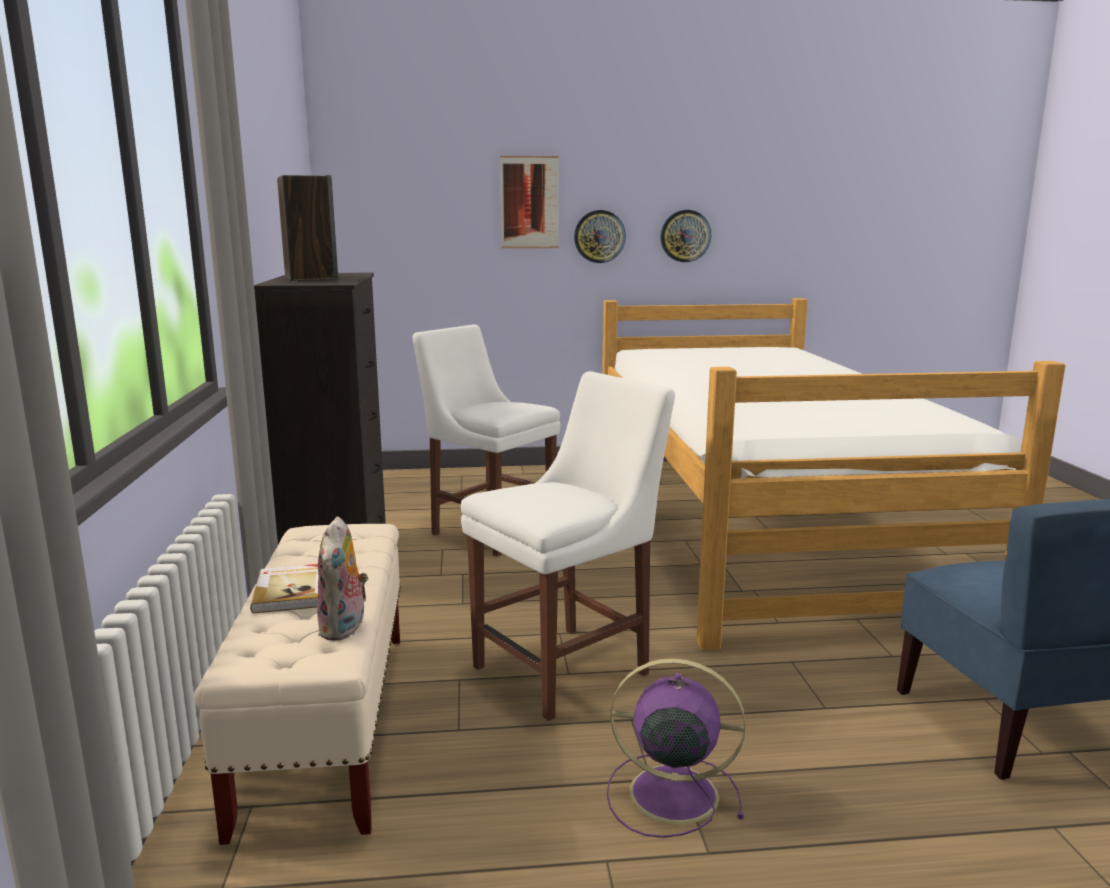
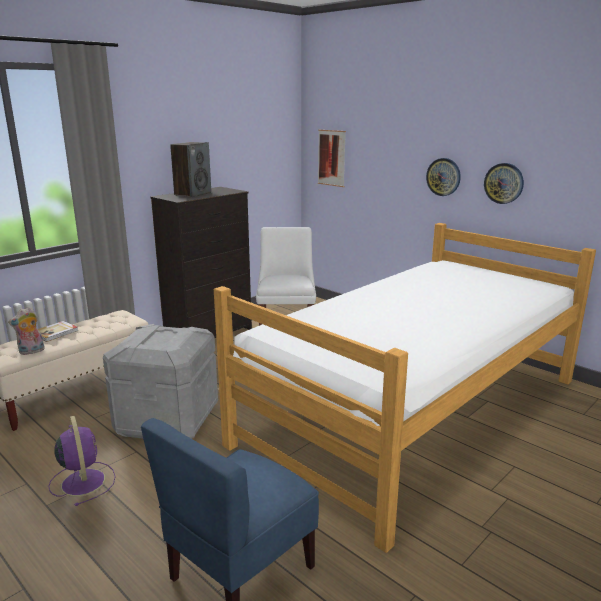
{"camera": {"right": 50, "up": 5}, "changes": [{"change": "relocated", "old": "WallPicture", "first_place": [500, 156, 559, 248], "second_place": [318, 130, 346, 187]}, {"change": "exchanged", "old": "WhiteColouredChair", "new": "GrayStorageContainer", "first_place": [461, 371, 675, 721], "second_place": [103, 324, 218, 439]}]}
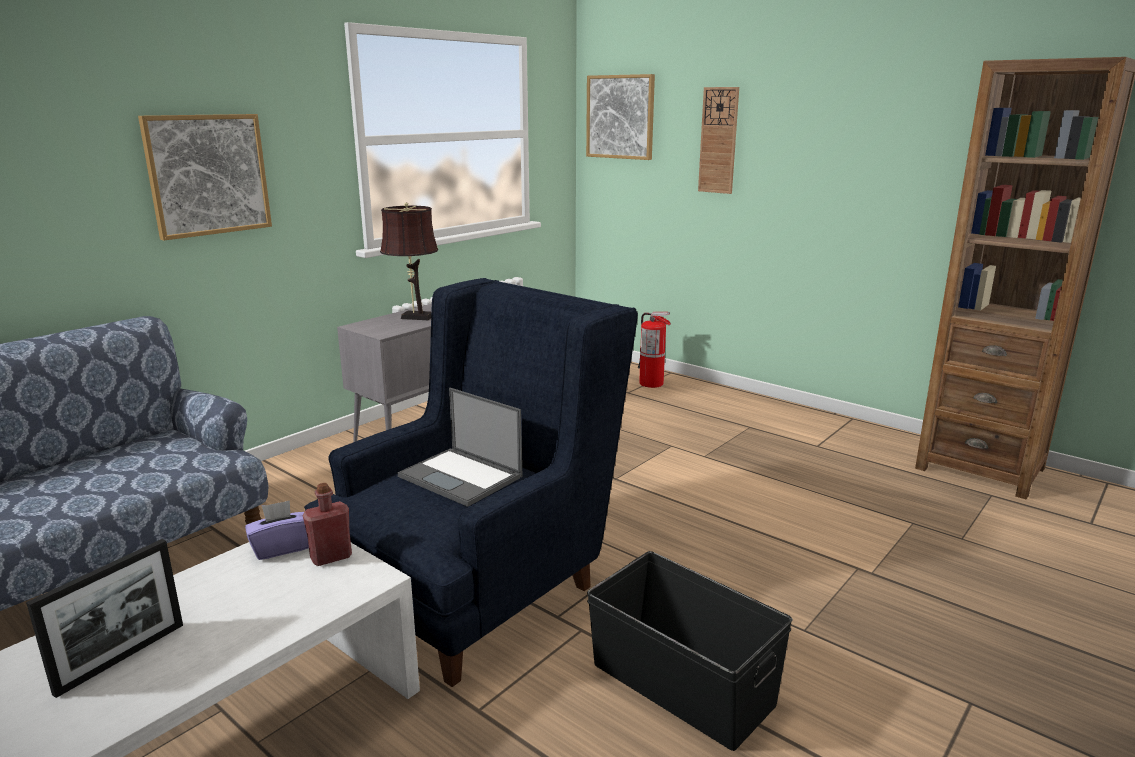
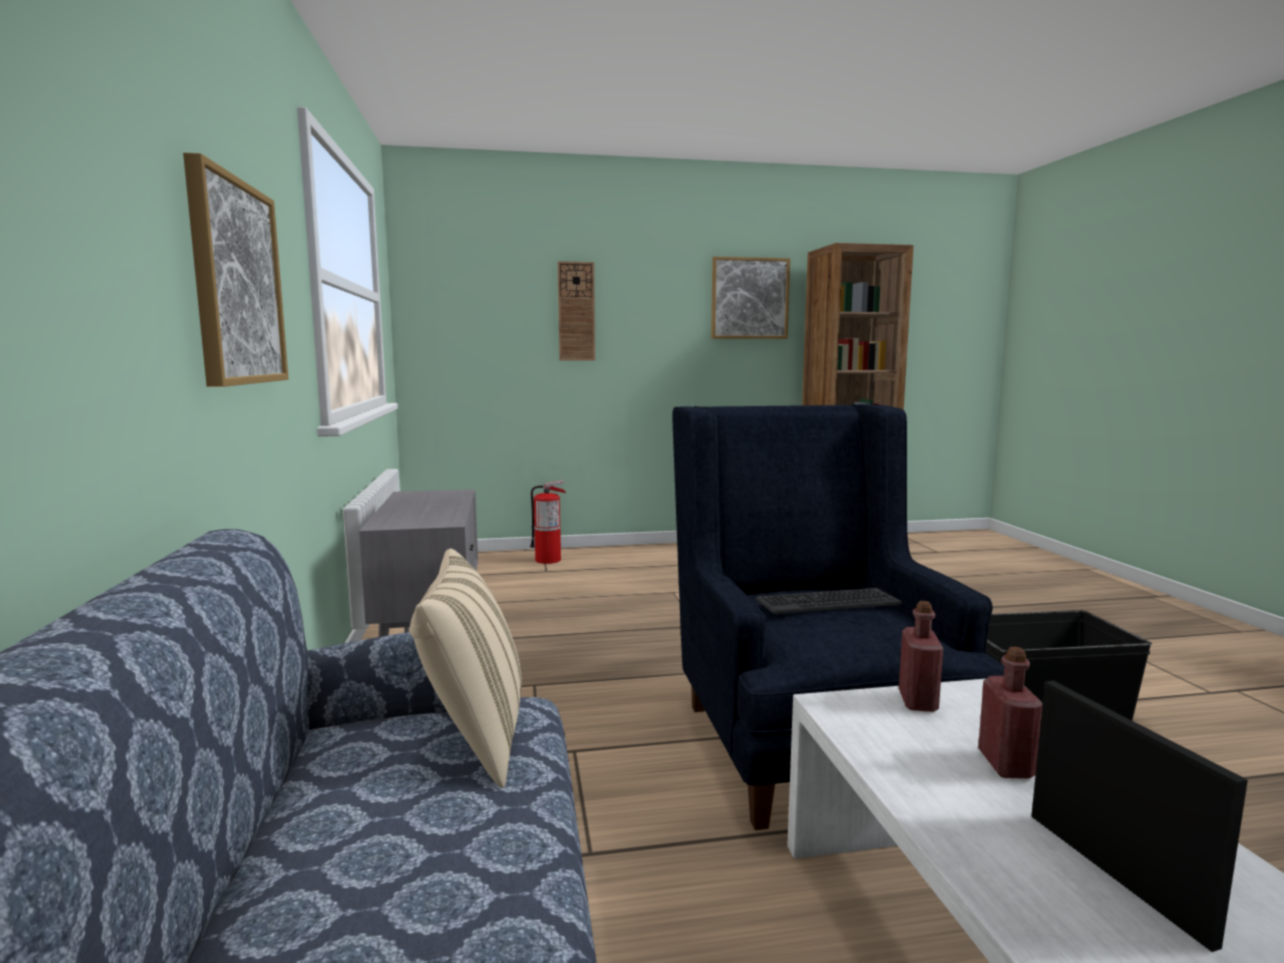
{"camera": {"right": -50, "up": -10}, "changes": [{"change": "relocated", "old": "WallPicture", "first_place": [586, 74, 655, 160], "second_place": [711, 256, 790, 339]}, {"change": "missing", "old": "BrownColouredLampForATable", "first_place": [380, 202, 438, 320]}, {"change": "exchanged", "old": "NotebookComputer", "new": "ComputerKeyboard", "first_place": [397, 388, 522, 507], "second_place": [755, 588, 902, 614]}, {"change": "missing", "old": "PurpleColouredTissueBox", "first_place": [245, 500, 309, 560]}, {"change": "appeared", "new": "SandColouredCushion", "second_place": [410, 548, 522, 788]}, {"change": "appeared", "new": "RedDrinkBottle", "second_place": [978, 647, 1043, 779]}]}
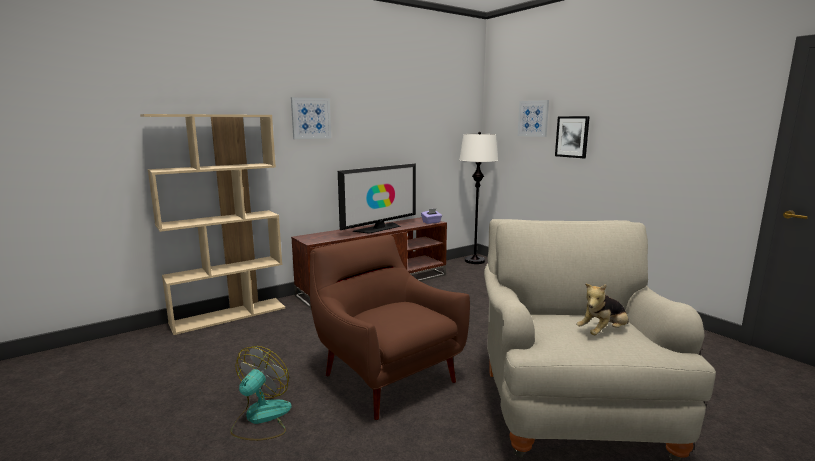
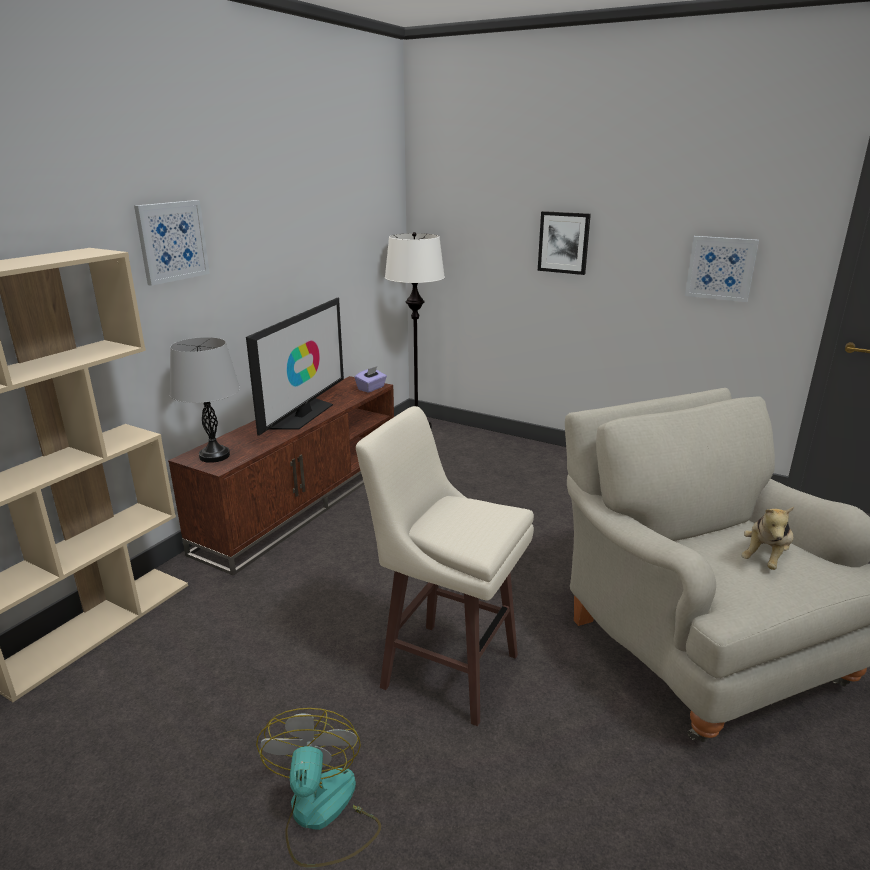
{"camera": {"right": -25, "up": 10}, "changes": [{"change": "relocated", "old": "WallPicture", "first_place": [518, 100, 549, 137], "second_place": [685, 236, 759, 302]}, {"change": "exchanged", "old": "BrownColouredLoungeChair", "new": "SandColouredStoolSeat", "first_place": [310, 235, 470, 420], "second_place": [356, 406, 534, 726]}, {"change": "appeared", "new": "GrayLampForATable", "second_place": [170, 337, 240, 463]}]}
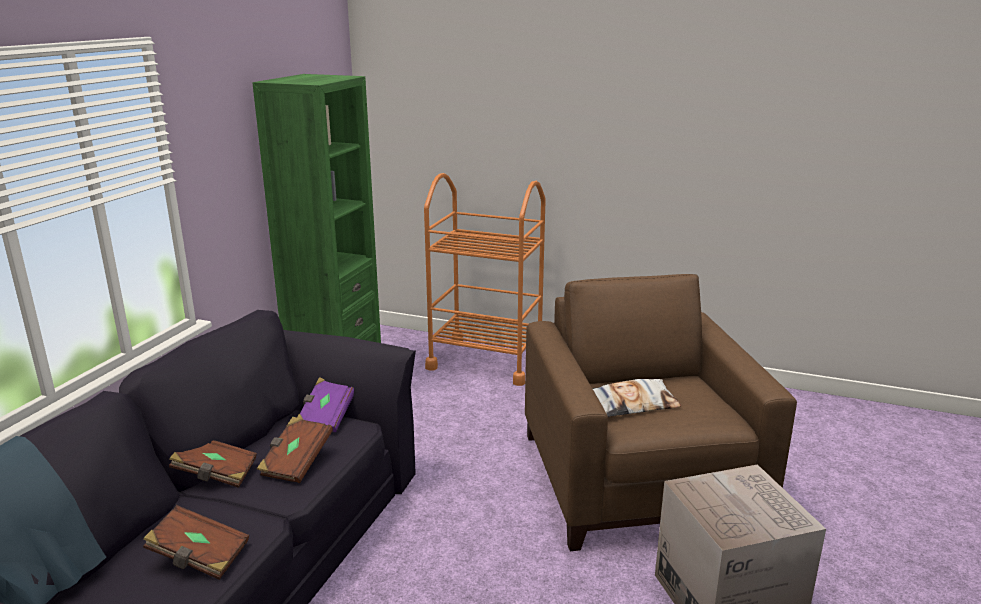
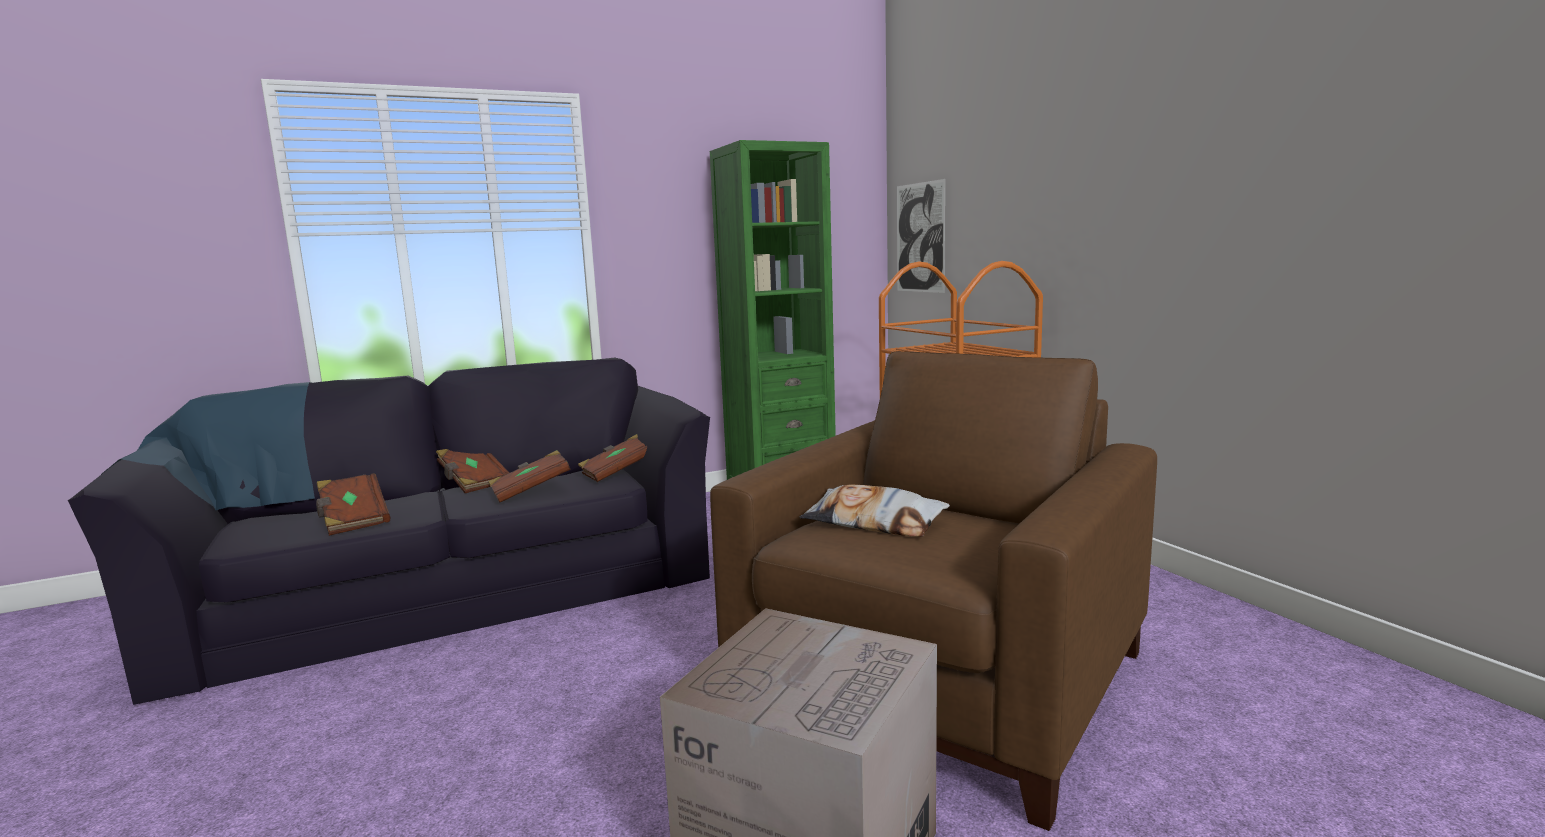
{"camera": {"right": 45, "up": -10}, "changes": [{"change": "colour", "old": "PurpleColouredBoundBook", "new": "BrownColouredBoundBook", "first_place": [297, 377, 354, 432], "second_place": [578, 434, 647, 482]}, {"change": "appeared", "new": "WallPicture", "second_place": [897, 179, 945, 293]}]}
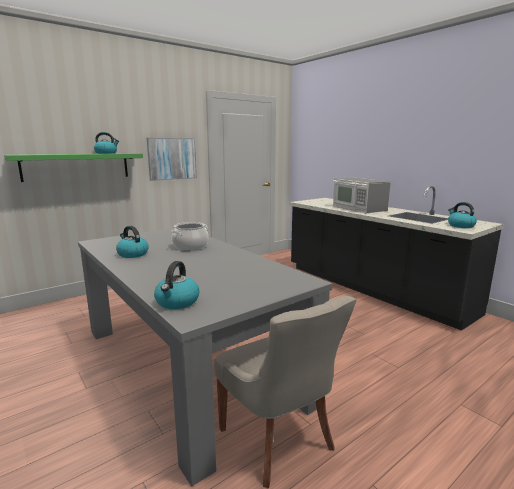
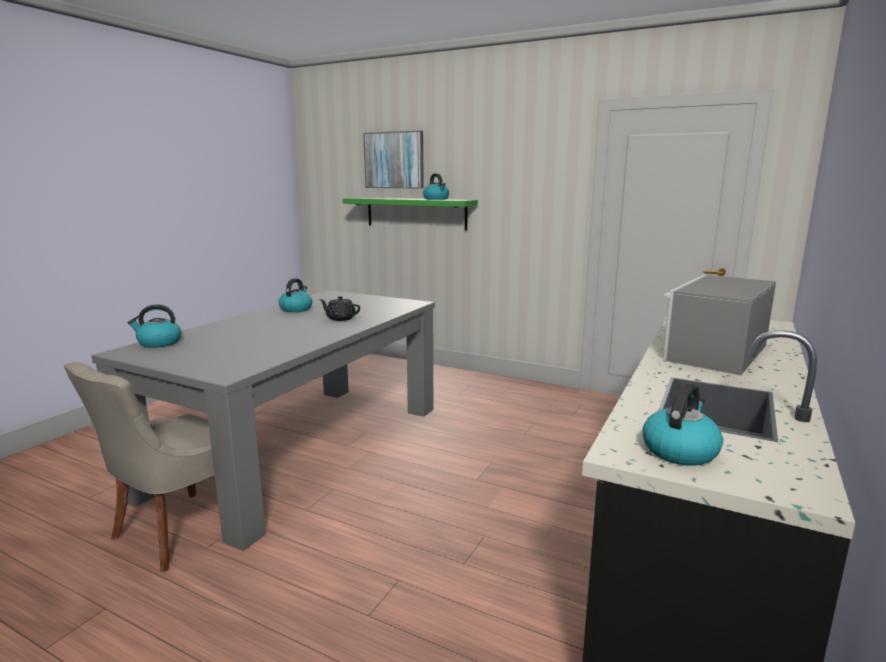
{"camera": {"right": 65, "up": 0}, "changes": [{"change": "relocated", "old": "WallPicture", "first_place": [147, 138, 197, 181], "second_place": [363, 131, 424, 189]}, {"change": "exchanged", "old": "Saucepot", "new": "BlackColouredTeapot", "first_place": [171, 222, 208, 250], "second_place": [319, 296, 360, 321]}]}
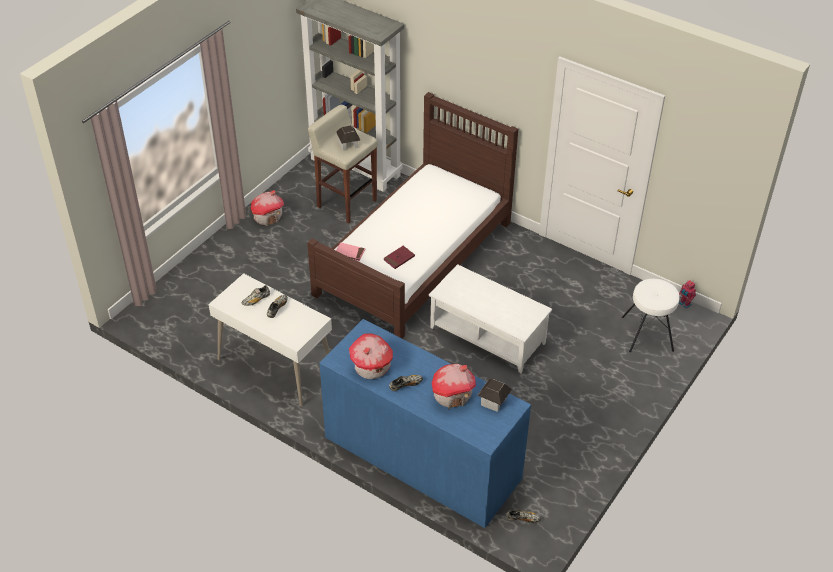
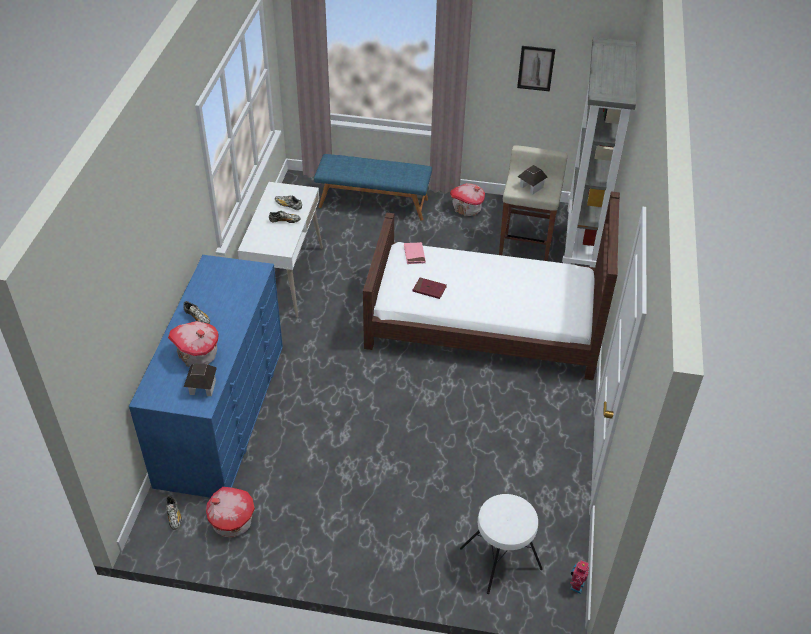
{"camera": {"right": 65, "up": 0}, "changes": [{"change": "missing", "old": "WhiteColouredCoffeeTable", "first_place": [429, 264, 552, 373]}, {"change": "relocated", "old": "MiniatureHouse", "first_place": [349, 333, 393, 379], "second_place": [206, 487, 255, 538]}, {"change": "appeared", "new": "WallPicture", "second_place": [517, 46, 555, 91]}, {"change": "appeared", "new": "BlueColouredLongSeat", "second_place": [314, 154, 432, 221]}]}
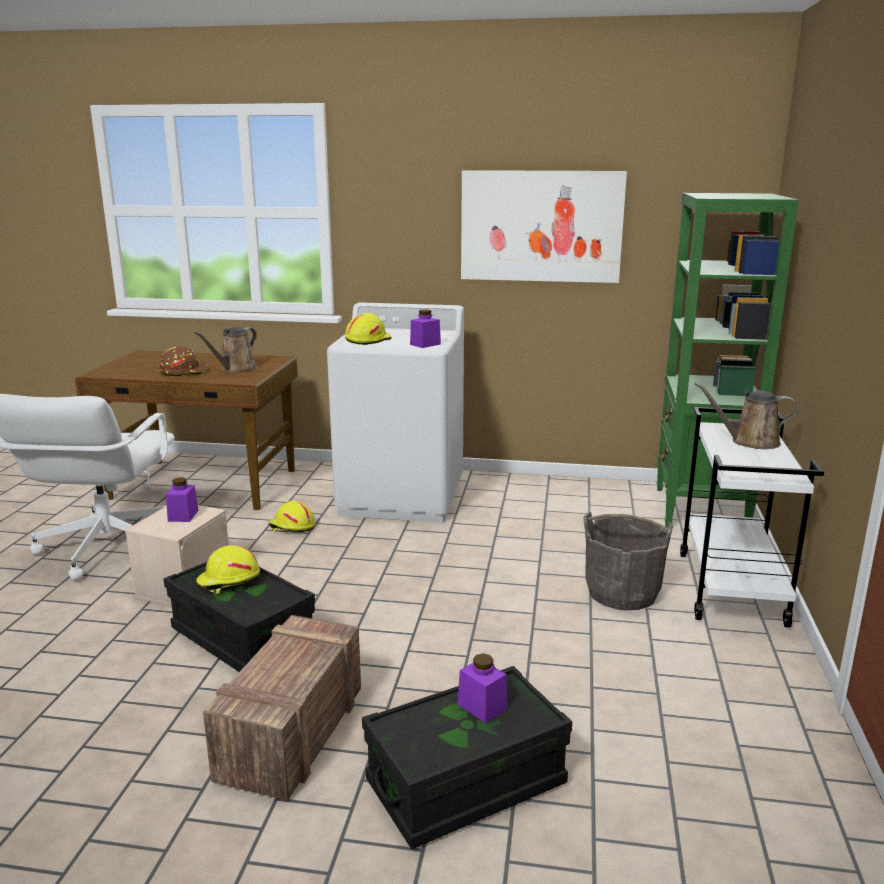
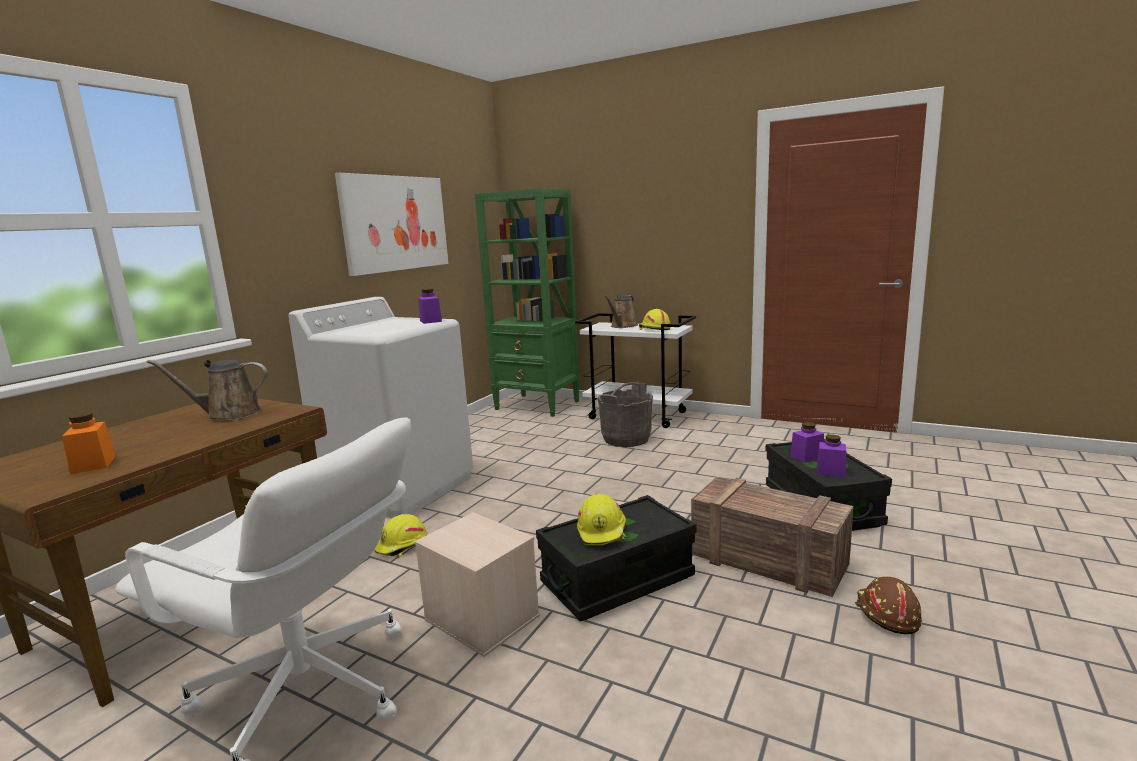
{"camera": {"right": -70, "up": -5}, "changes": [{"change": "relocated", "old": "YellowColouredHardHat", "first_place": [345, 313, 392, 345], "second_place": [639, 309, 671, 330]}, {"change": "spun", "old": "BrownColouredWateringPot", "first_place": [195, 327, 257, 373], "second_place": [147, 360, 268, 421], "degrees": 120}, {"change": "relocated", "old": "BrownColouredHardHat", "first_place": [159, 346, 208, 376], "second_place": [855, 577, 922, 635]}, {"change": "relocated", "old": "PurpleColouredPreserveJar", "first_place": [166, 477, 199, 522], "second_place": [817, 435, 846, 477]}, {"change": "appeared", "new": "OrangeColouredPreserveJar", "second_place": [62, 412, 115, 474]}]}
